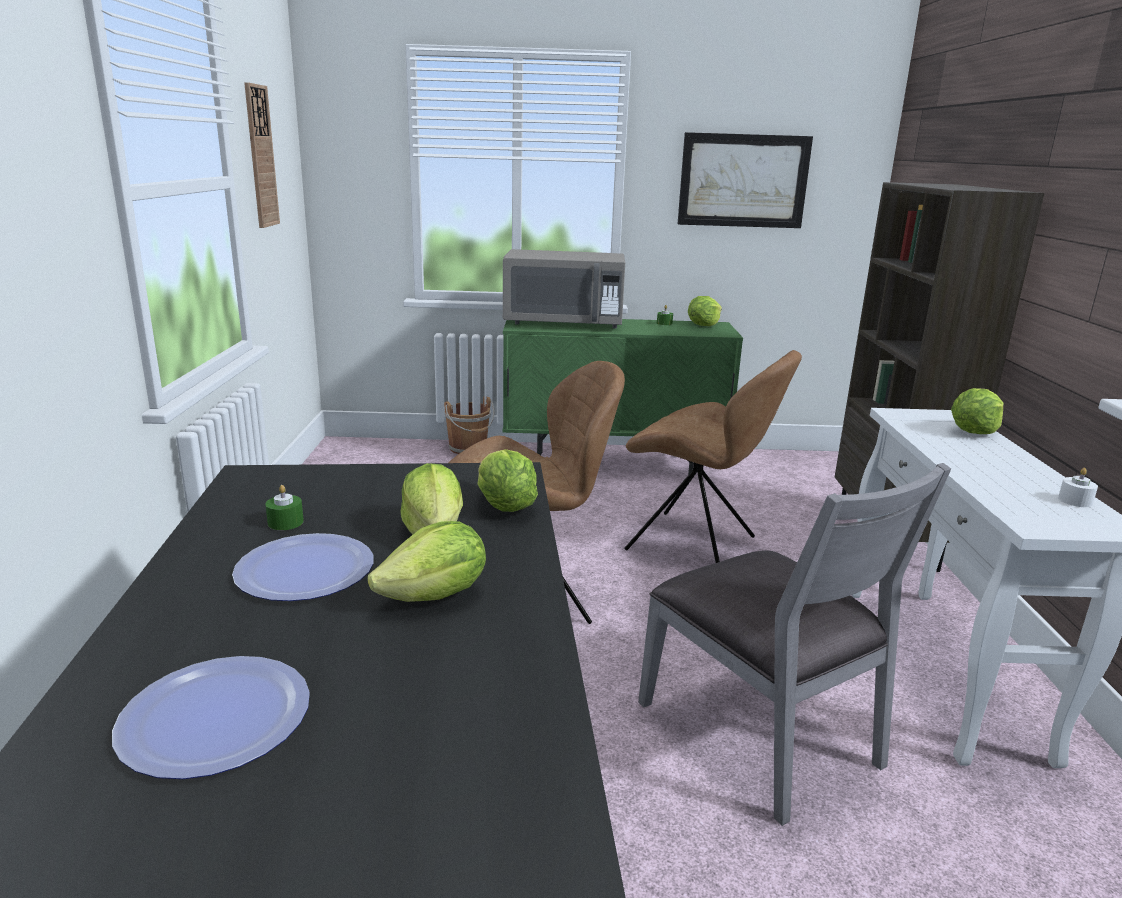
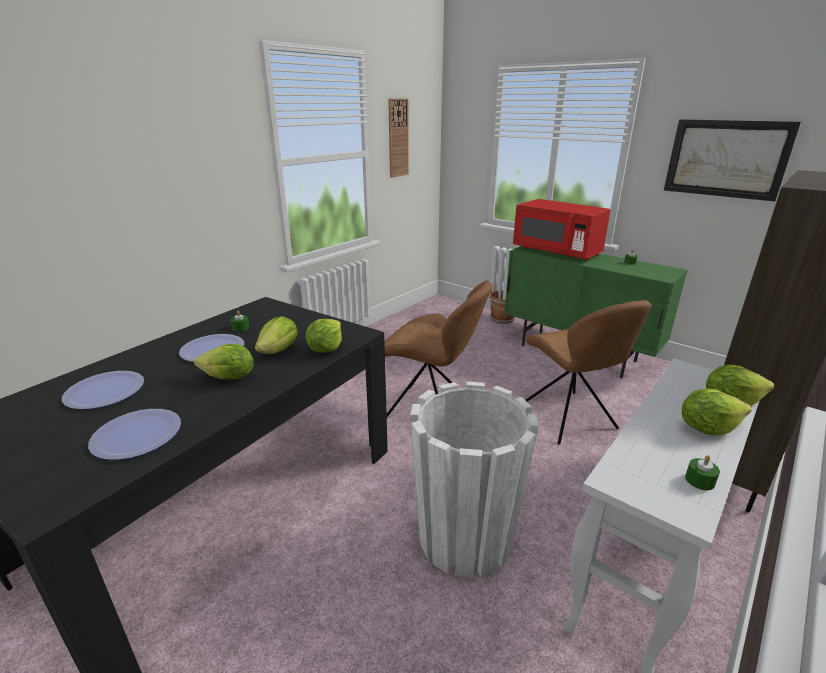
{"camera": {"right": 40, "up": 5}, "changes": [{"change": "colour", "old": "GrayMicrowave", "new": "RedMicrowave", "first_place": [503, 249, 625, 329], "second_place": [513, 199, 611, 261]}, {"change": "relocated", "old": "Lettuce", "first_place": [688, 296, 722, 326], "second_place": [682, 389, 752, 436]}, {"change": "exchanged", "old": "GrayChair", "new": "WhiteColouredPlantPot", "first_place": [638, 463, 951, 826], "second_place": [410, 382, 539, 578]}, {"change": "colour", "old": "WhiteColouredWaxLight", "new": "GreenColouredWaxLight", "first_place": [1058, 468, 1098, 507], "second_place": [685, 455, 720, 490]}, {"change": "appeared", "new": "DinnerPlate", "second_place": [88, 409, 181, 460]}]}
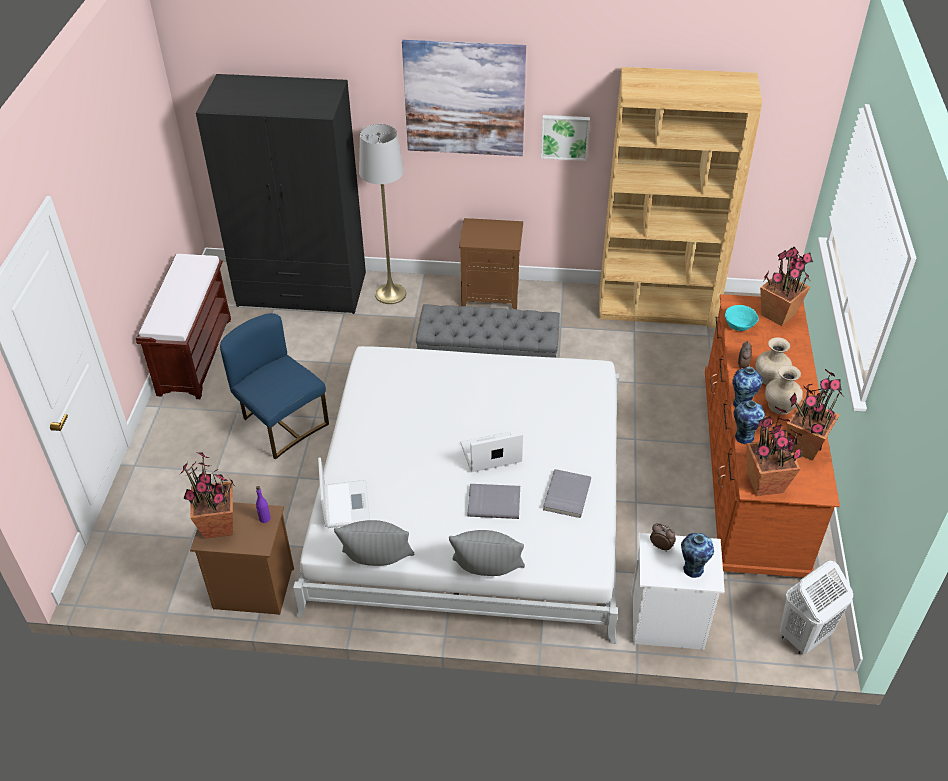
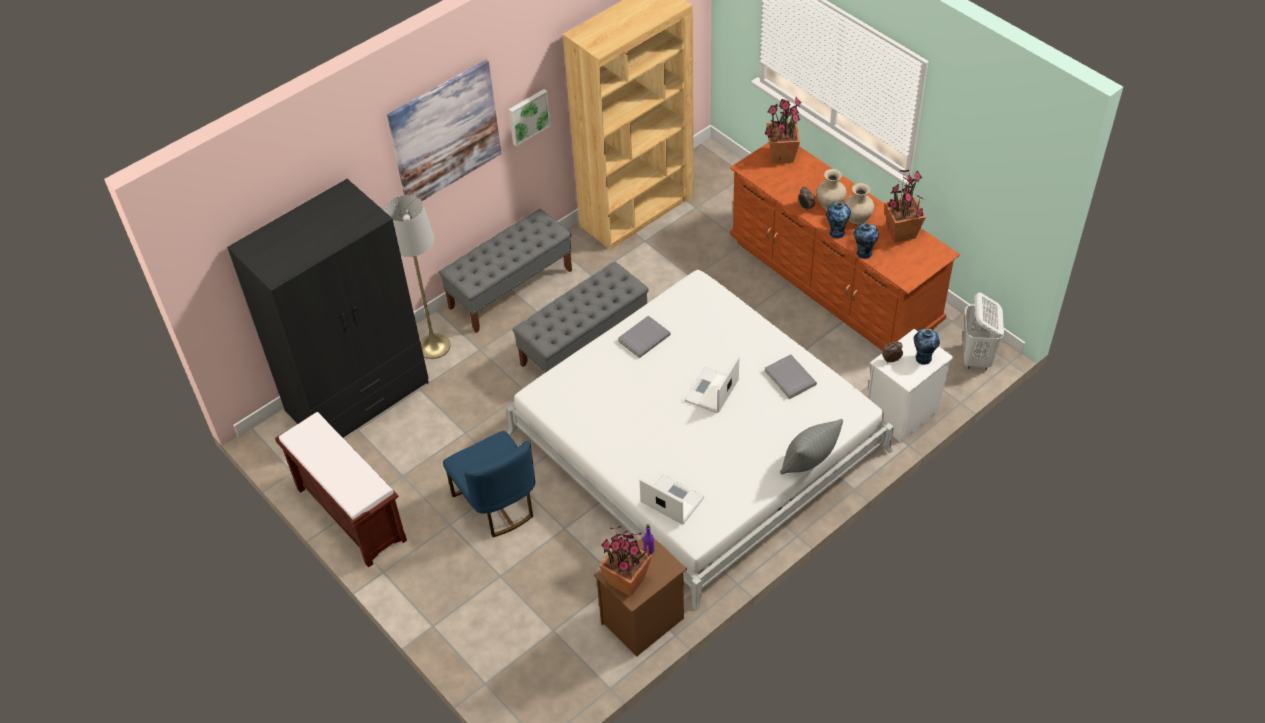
{"camera": {"right": -45, "up": 5}, "changes": [{"change": "exchanged", "old": "BrownColouredNightTable", "new": "GrayLongSeat", "first_place": [459, 218, 523, 309], "second_place": [439, 209, 572, 333]}, {"change": "missing", "old": "BlueGreenServingBowl", "first_place": [725, 305, 759, 331]}, {"change": "spun", "old": "BlueColouredChair", "first_place": [220, 313, 329, 460], "second_place": [443, 431, 535, 537], "degrees": -120}, {"change": "missing", "old": "Houseplant", "first_place": [747, 407, 802, 496]}, {"change": "relocated", "old": "GrayBoundBook", "first_place": [468, 484, 520, 519], "second_place": [618, 316, 671, 358]}, {"change": "missing", "old": "GrayCushion", "first_place": [334, 520, 414, 566]}]}
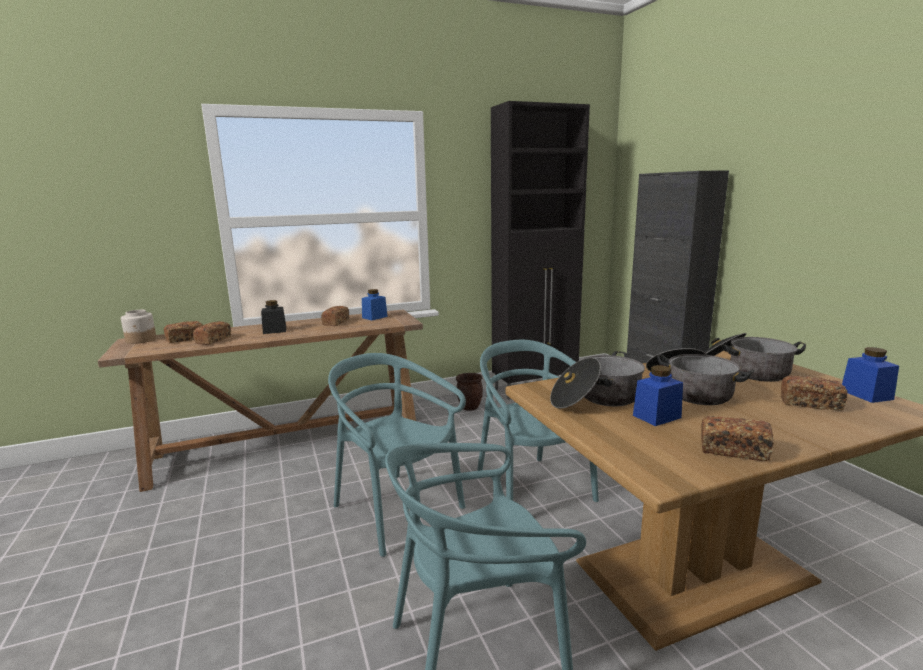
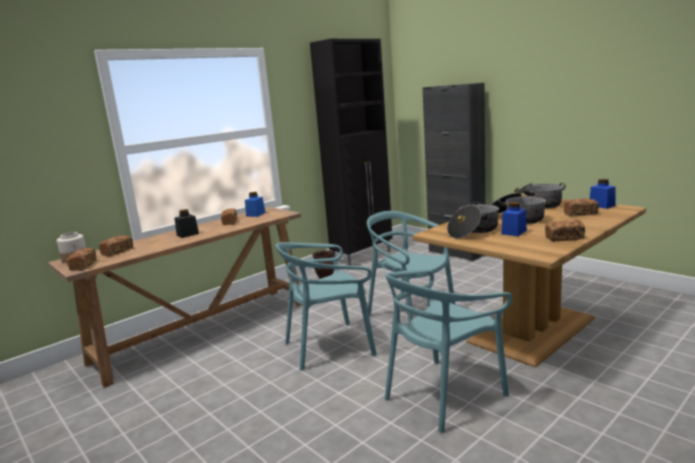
{"camera": {"right": -20, "up": 0}, "changes": [{"change": "relocated", "old": "BakeryBread", "first_place": [193, 321, 231, 345], "second_place": [67, 248, 97, 271]}, {"change": "spun", "old": "BlueGreenChair", "first_place": [328, 353, 466, 557], "second_place": [276, 242, 377, 370], "degrees": -45}]}
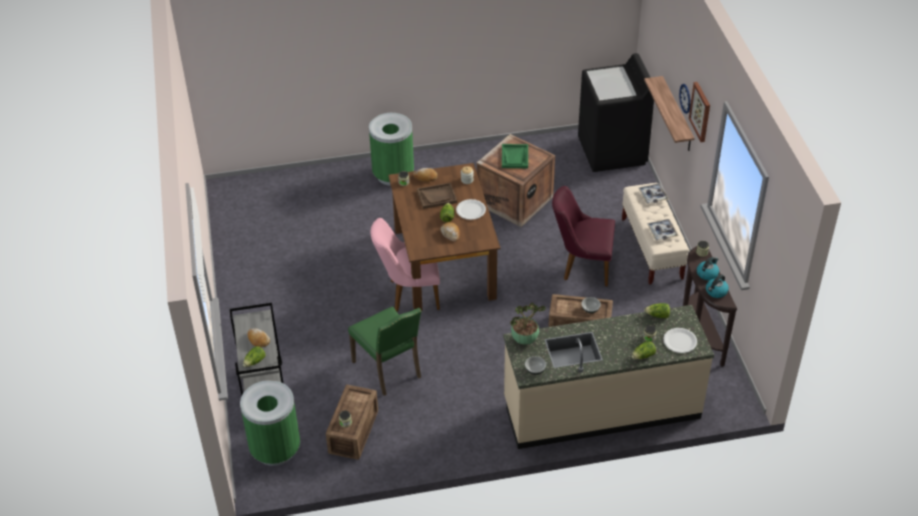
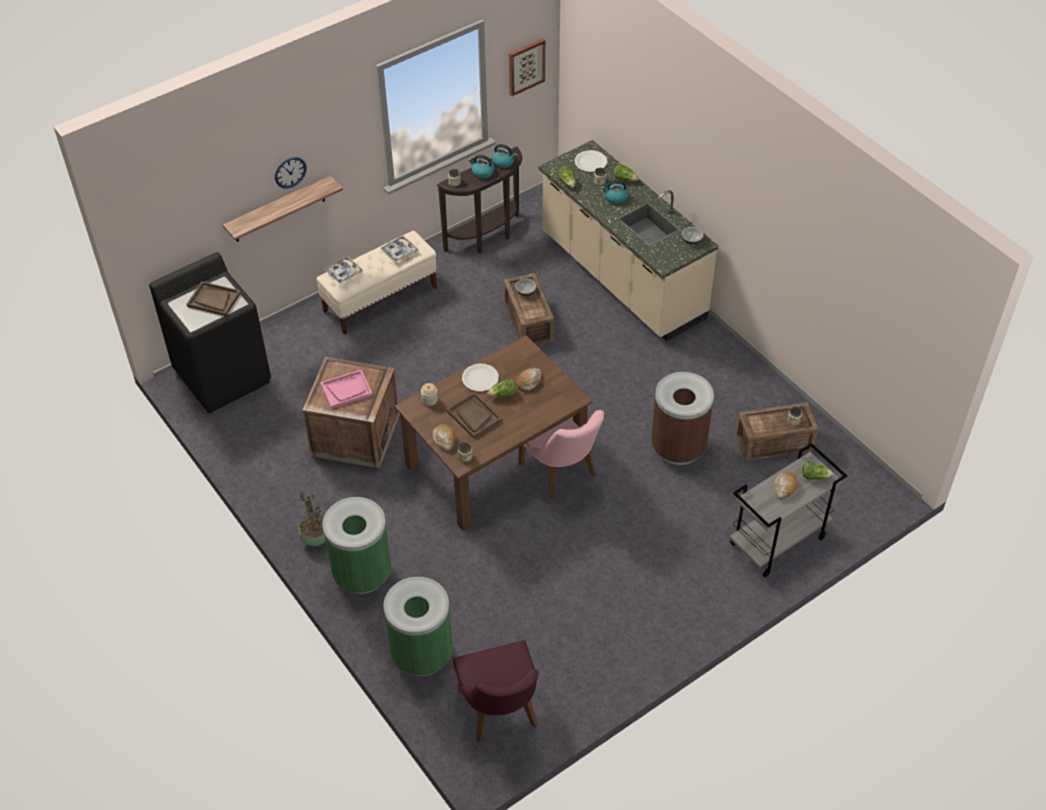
{"camera": {"right": -115, "up": 5}, "changes": [{"change": "relocated", "old": "WallPicture", "first_place": [689, 82, 710, 142], "second_place": [509, 38, 545, 96]}, {"change": "colour", "old": "GreenColouredServingTray", "new": "PinkishServingTray", "first_place": [502, 144, 528, 168], "second_place": [320, 370, 373, 409]}, {"change": "relocated", "old": "PurpleColouredChair", "first_place": [552, 186, 615, 286], "second_place": [453, 640, 539, 742]}, {"change": "relocated", "old": "Houseplant", "first_place": [510, 303, 546, 345], "second_place": [298, 493, 326, 546]}, {"change": "exchanged", "old": "GreenColouredChair", "new": "BrownColouredTrashCan", "first_place": [348, 306, 422, 396], "second_place": [651, 372, 714, 465]}, {"change": "relocated", "old": "GreenColouredTrashCan", "first_place": [240, 380, 300, 466], "second_place": [383, 577, 453, 676]}, {"change": "appeared", "new": "TeaKettle", "second_place": [601, 180, 628, 204]}, {"change": "appeared", "new": "BrownColouredServingTray", "second_place": [187, 281, 241, 316]}]}
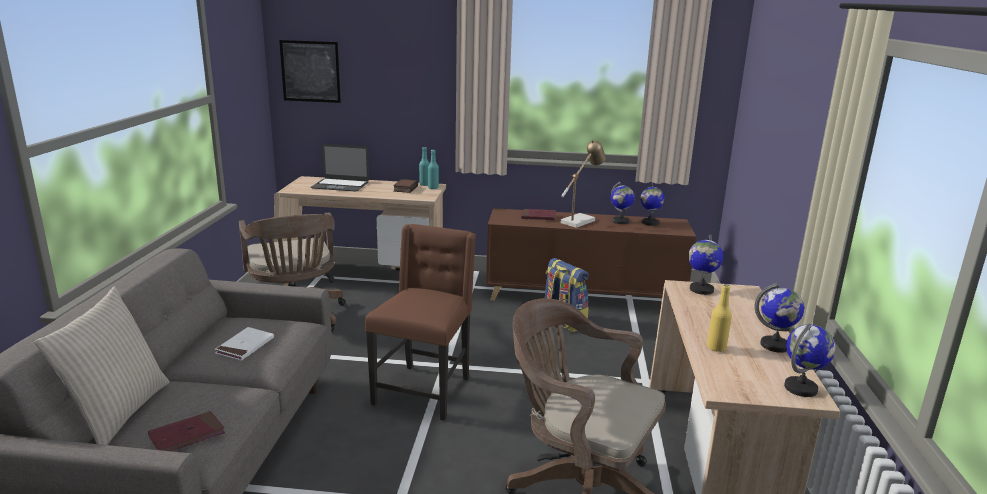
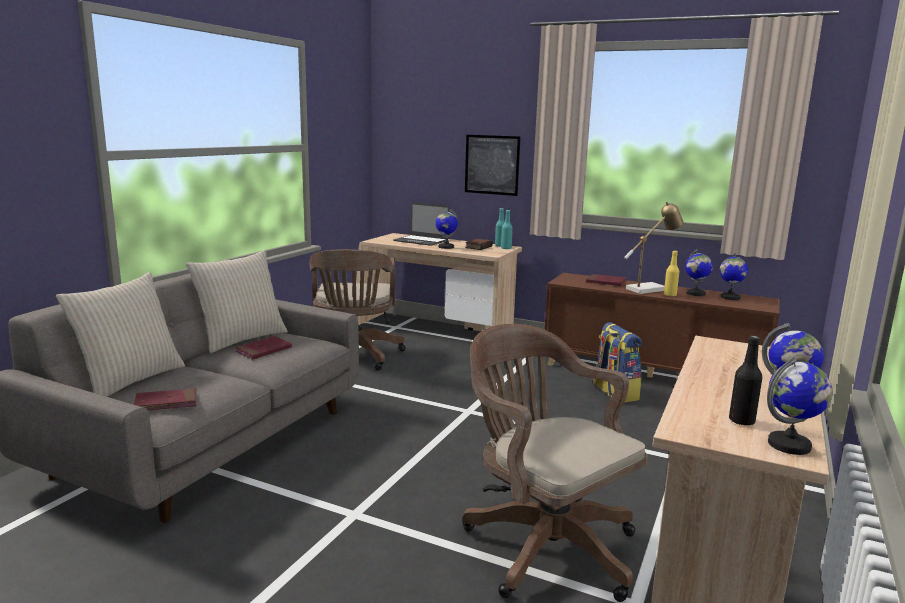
{"camera": {"right": 20, "up": -5}, "changes": [{"change": "relocated", "old": "WallPicture", "first_place": [279, 40, 341, 103], "second_place": [465, 135, 521, 196]}, {"change": "missing", "old": "BrownColouredChair", "first_place": [365, 224, 476, 421]}, {"change": "relocated", "old": "Globe", "first_place": [688, 235, 723, 295], "second_place": [435, 209, 458, 249]}, {"change": "relocated", "old": "YellowColouredDrinkBottle", "first_place": [707, 284, 732, 352], "second_place": [664, 251, 680, 296]}, {"change": "colour", "old": "WhiteColouredBoundBook", "new": "RedBoundBook", "first_place": [215, 327, 274, 361], "second_place": [235, 336, 292, 360]}, {"change": "appeared", "new": "SandColouredCushion", "second_place": [186, 250, 288, 353]}, {"change": "appeared", "new": "BlackColouredDrinkBottle", "second_place": [729, 336, 762, 426]}]}
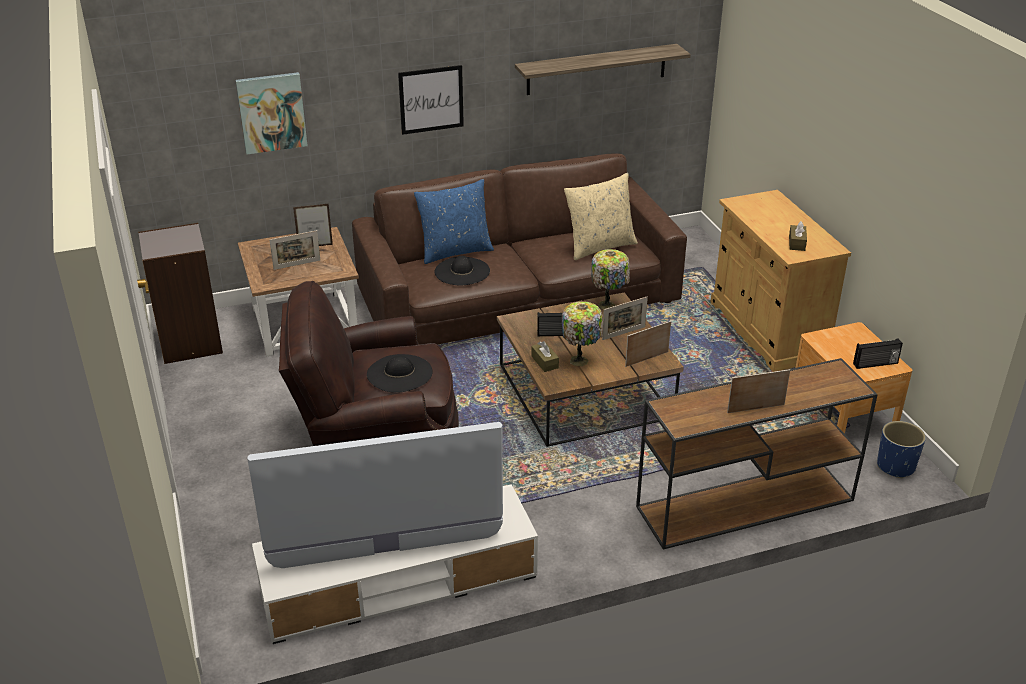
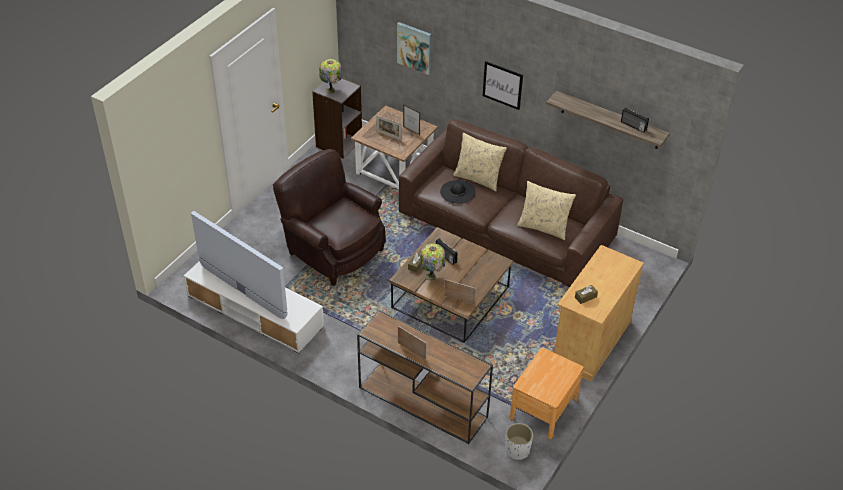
{"camera": {"right": 50, "up": 10}, "changes": [{"change": "colour", "old": "BlueColouredCushion", "new": "SandColouredCushion", "first_place": [414, 179, 494, 264], "second_place": [453, 133, 507, 191]}, {"change": "relocated", "old": "LampForATable", "first_place": [591, 249, 630, 310], "second_place": [319, 59, 342, 94]}, {"change": "missing", "old": "PhotoFrame", "first_place": [602, 297, 648, 340]}, {"change": "relocated", "old": "RadioReceiver", "first_place": [853, 338, 903, 369], "second_place": [621, 108, 649, 133]}, {"change": "missing", "old": "BlackColouredWearableHat", "first_place": [367, 354, 432, 393]}, {"change": "colour", "old": "BlueColouredPlantPot", "new": "WhiteColouredPlantPot", "first_place": [877, 421, 926, 478], "second_place": [505, 423, 533, 460]}]}
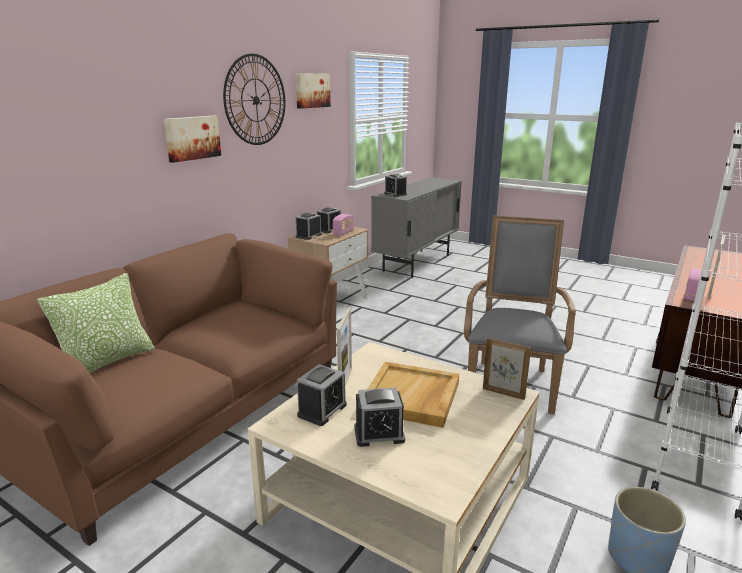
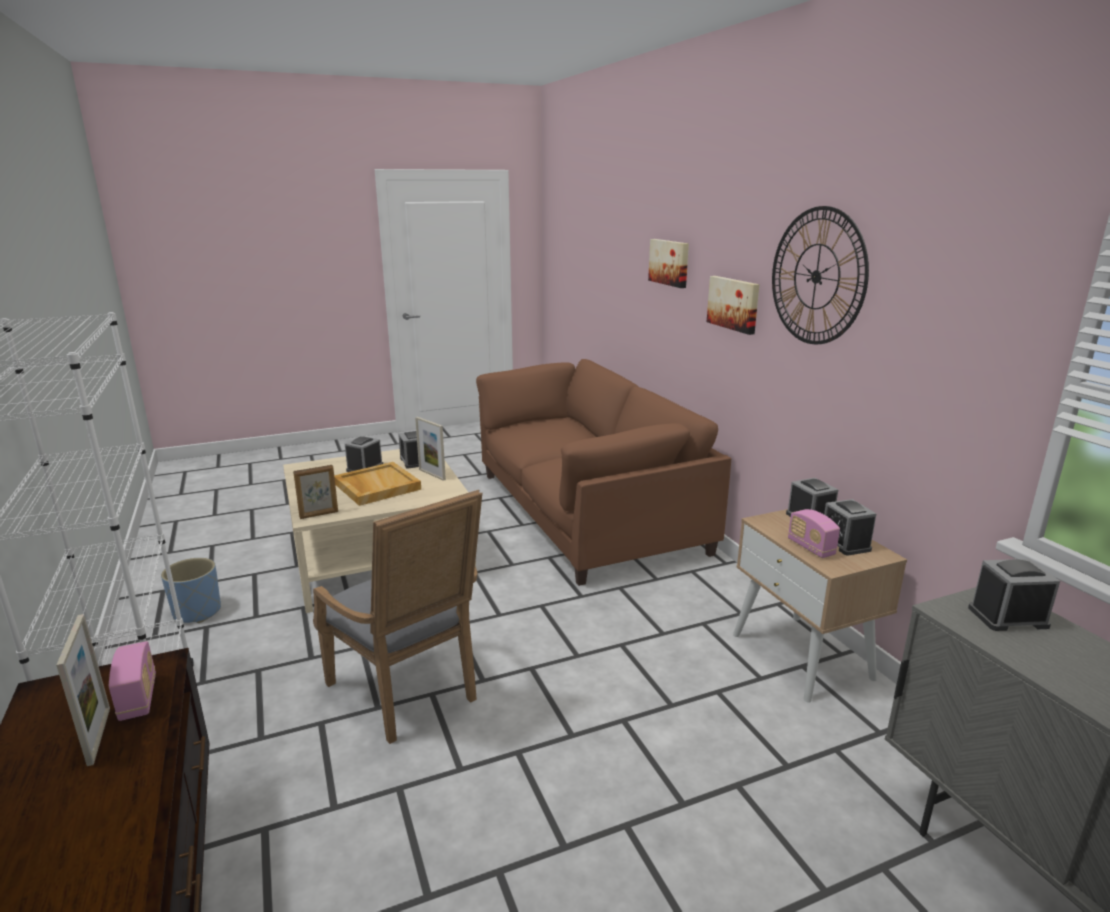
{"camera": {"right": 125, "up": 0}, "changes": [{"change": "relocated", "old": "WallPicture", "first_place": [295, 73, 331, 109], "second_place": [648, 239, 689, 288]}, {"change": "missing", "old": "Cushion", "first_place": [37, 273, 155, 373]}]}
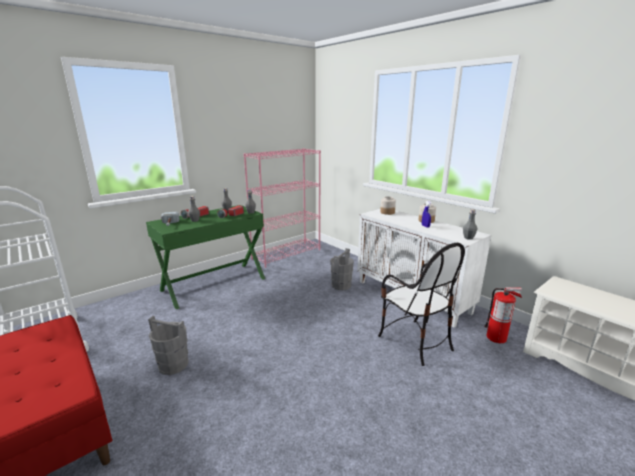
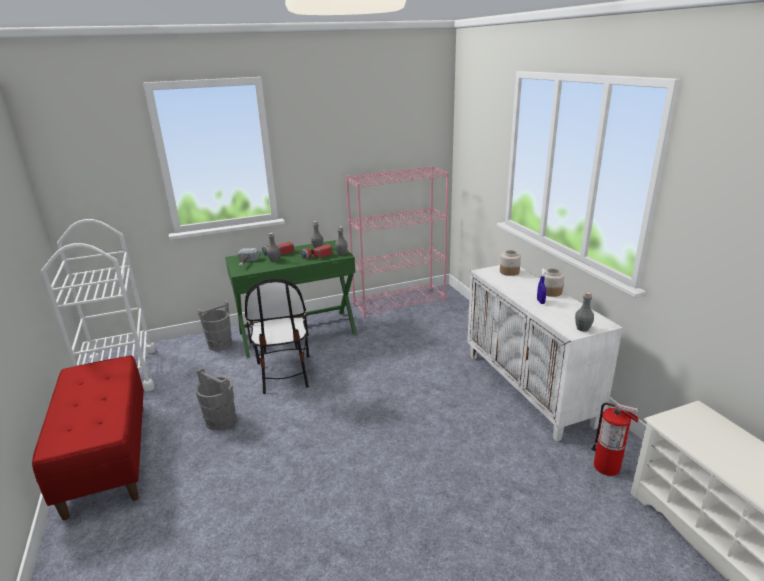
{"camera": {"right": 20, "up": 5}, "changes": [{"change": "relocated", "old": "Chair", "first_place": [378, 243, 465, 366], "second_place": [245, 278, 309, 394]}, {"change": "relocated", "old": "GrayBucket", "first_place": [330, 248, 354, 290], "second_place": [198, 301, 232, 351]}]}
